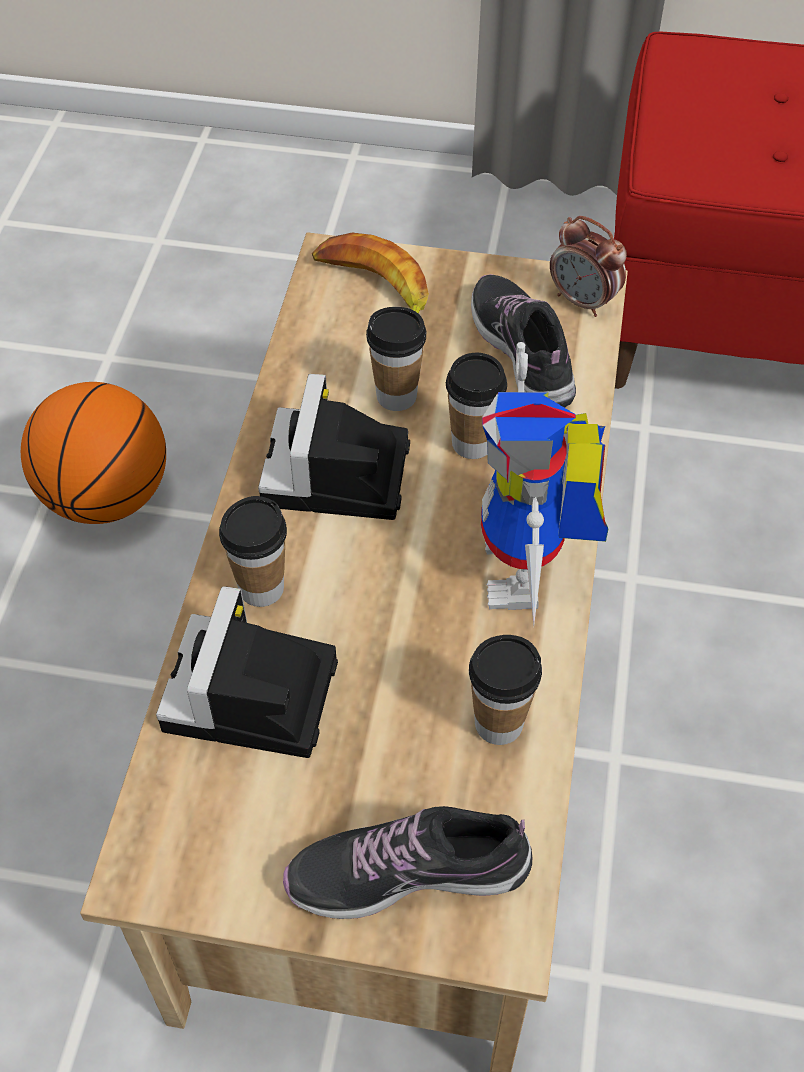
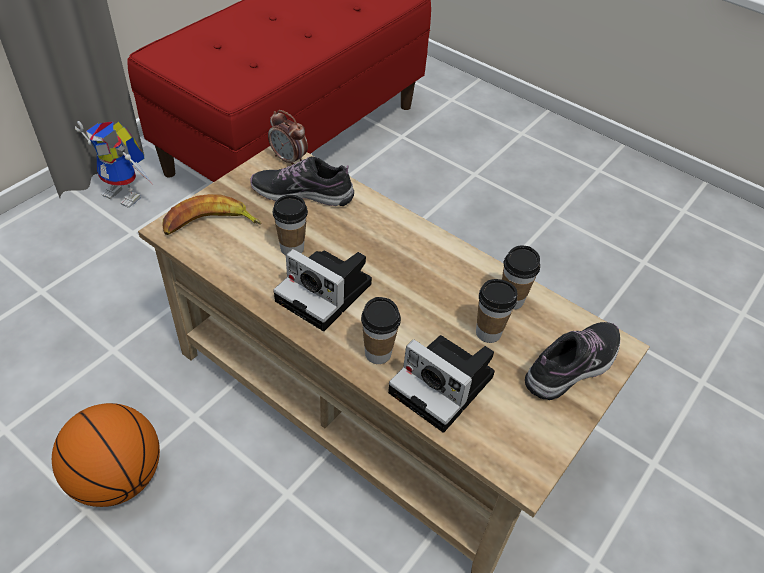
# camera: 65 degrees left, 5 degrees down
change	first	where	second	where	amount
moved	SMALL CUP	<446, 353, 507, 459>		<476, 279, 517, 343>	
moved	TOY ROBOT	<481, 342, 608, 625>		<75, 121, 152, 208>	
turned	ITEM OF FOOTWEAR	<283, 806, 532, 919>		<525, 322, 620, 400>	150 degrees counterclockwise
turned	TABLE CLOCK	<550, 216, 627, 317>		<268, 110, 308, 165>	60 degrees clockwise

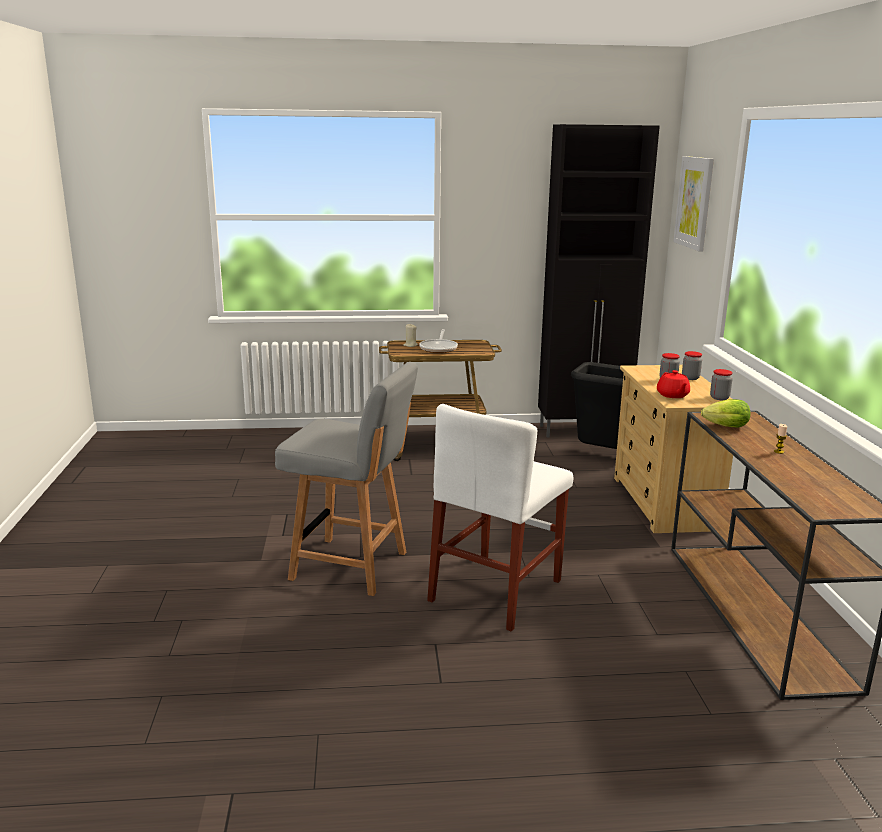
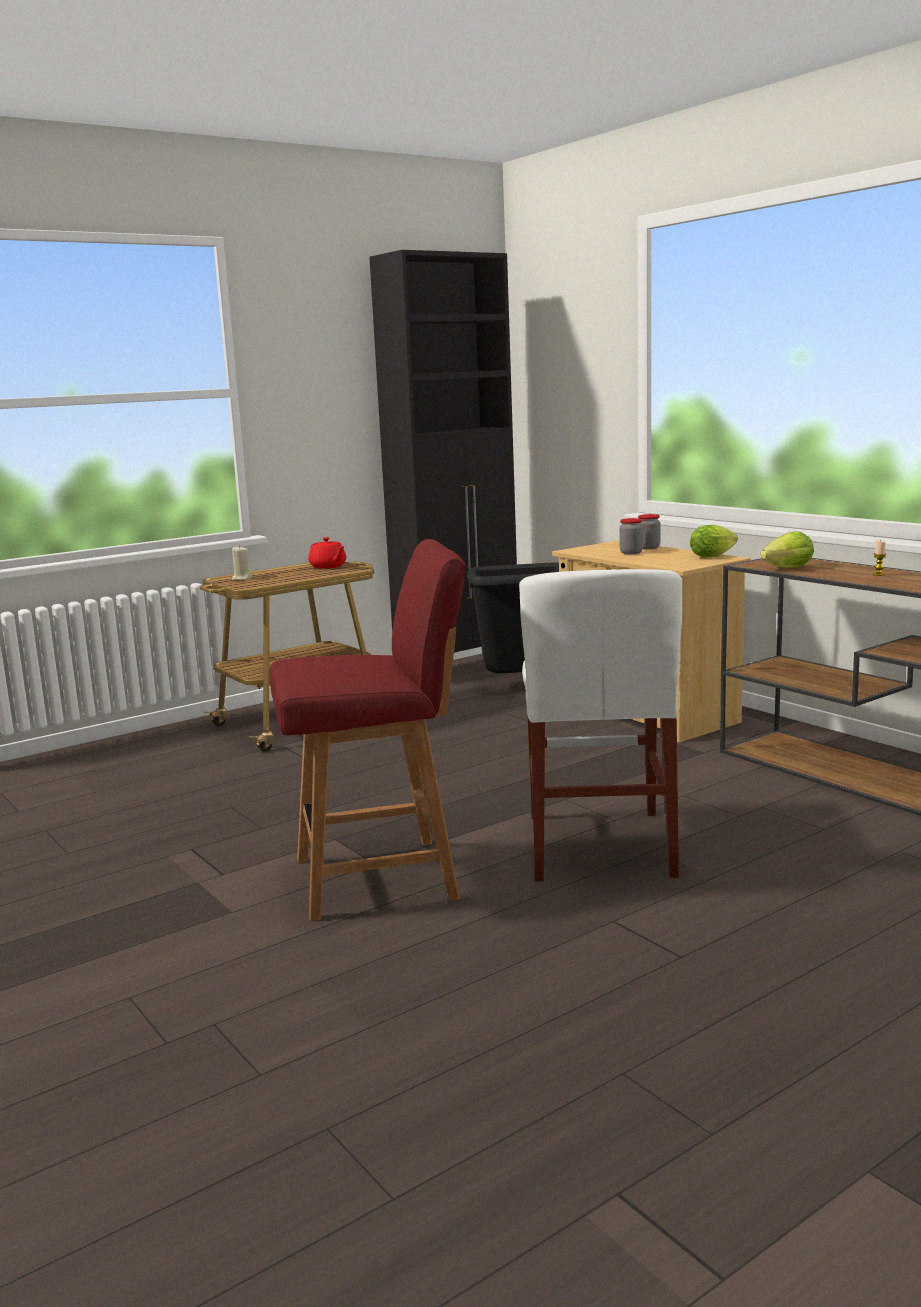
# camera: 30 degrees left, 5 degrees down
change	first	where	second	where	amount
removed	SKILLET	<419, 329, 458, 353>			
removed	PICTURE	<673, 156, 714, 251>			
moved	RED POT FOR TEA	<657, 370, 690, 398>		<308, 537, 346, 569>	
replaced	PRESERVE JAR	<710, 369, 733, 400>	HEAD OF LETTUCE	<690, 525, 738, 557>	
recoloured	GREYISH CHAIR	<275, 362, 418, 596>	RED CHAIR	<269, 539, 466, 921>	

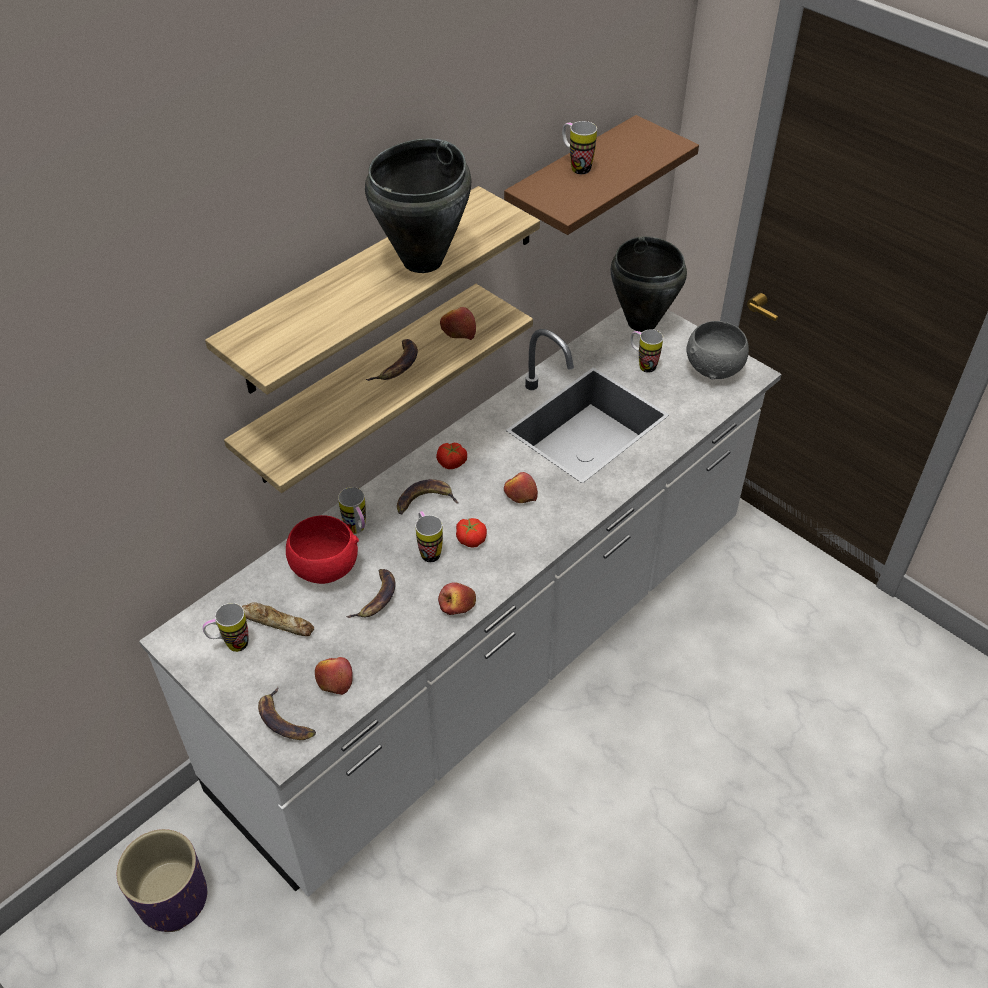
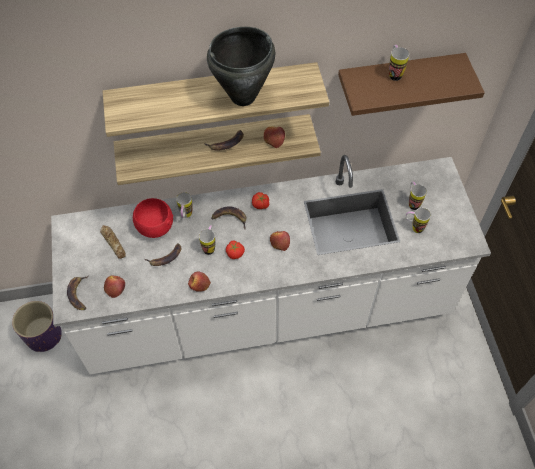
# camera: 35 degrees right, 10 degrees up
change	first	where	second	where	amount
removed	BLACKISH SAUCEPOT	<611, 236, 687, 332>			
removed	GREYISH SERVING BOWL	<687, 321, 749, 380>			
moved	MUG	<203, 603, 248, 652>		<406, 208, 431, 233>	

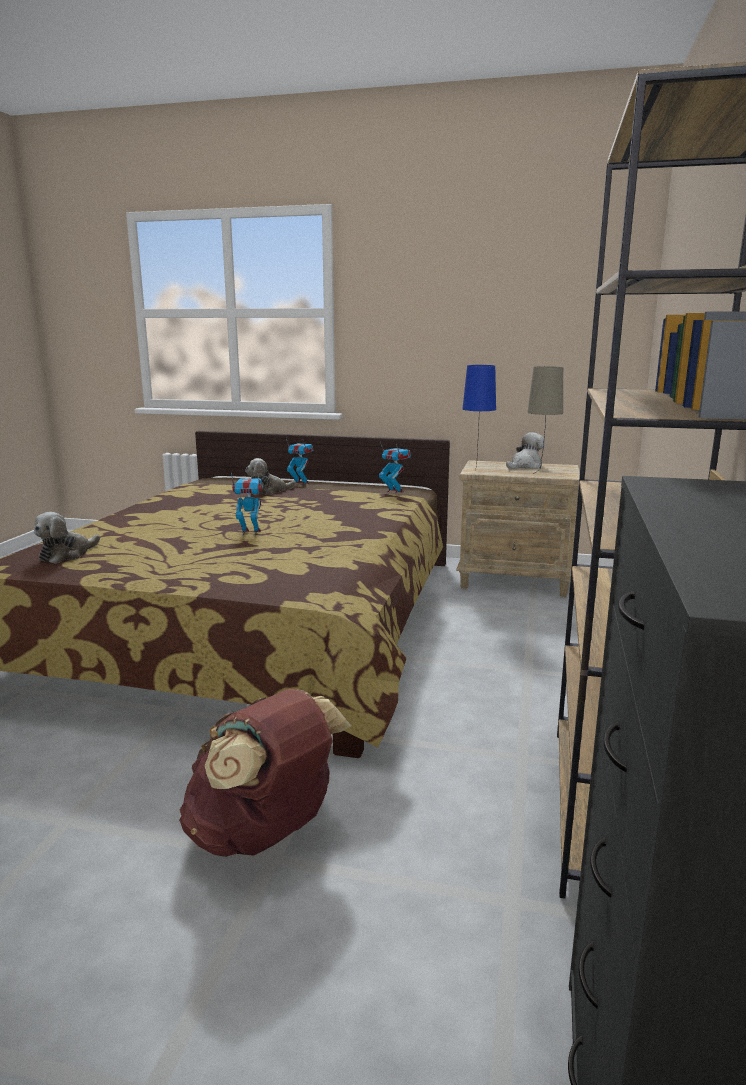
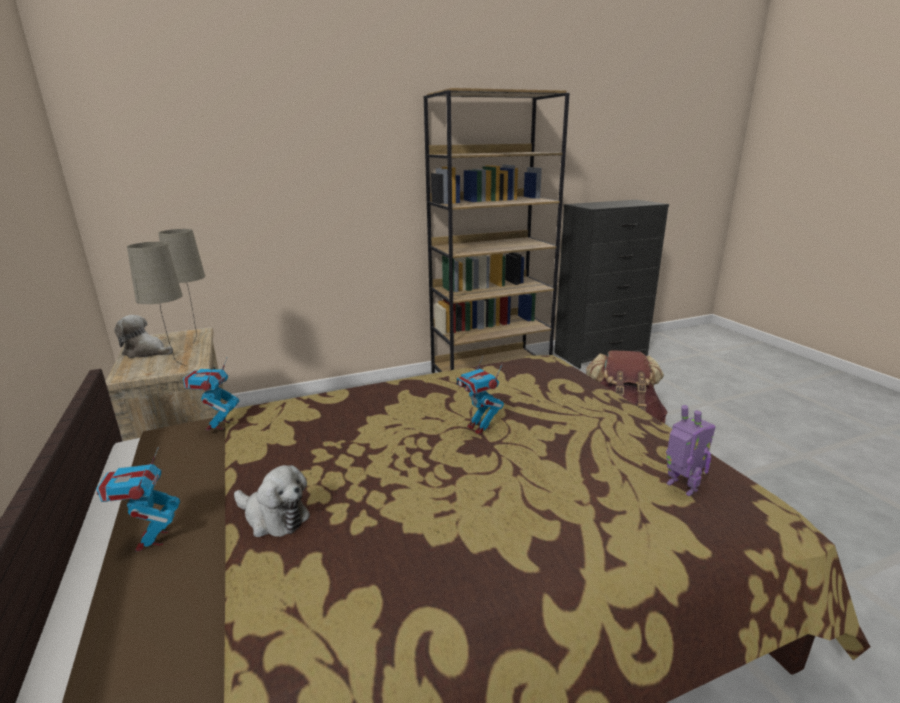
# camera: 125 degrees left, 5 degrees up
change	first	where	second	where	amount
replaced	CUDDLY TOY	<34, 512, 100, 564>	TOY ROBOT	<666, 405, 715, 496>	
recoloured	BLUE-COLOURED LAMP FOR A TABLE	<463, 365, 496, 471>	BEIGE LAMP FOR A TABLE	<127, 242, 187, 366>	

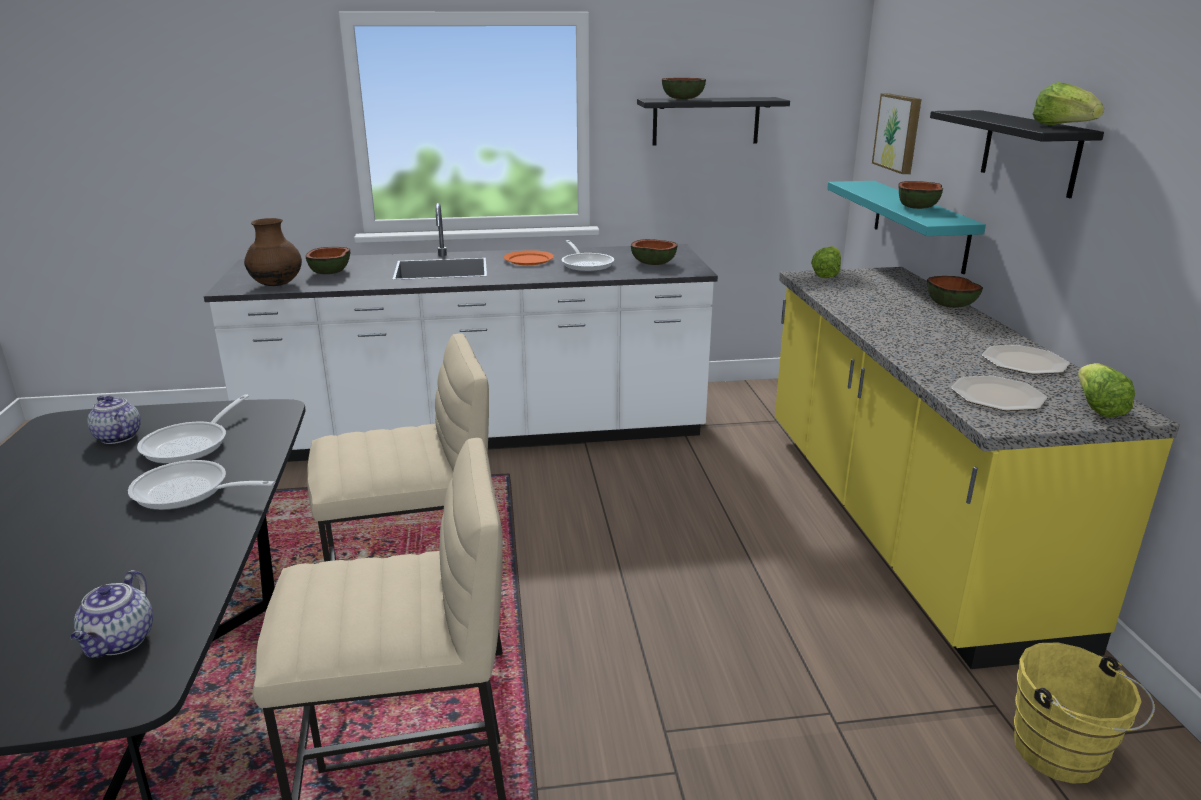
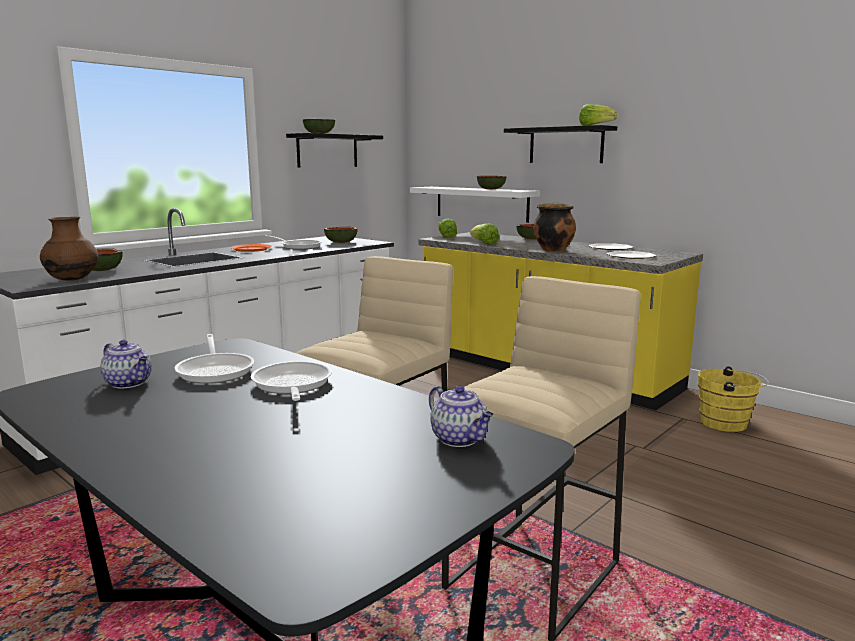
# camera: 40 degrees left, 10 degrees down
change	first	where	second	where	amount
removed	PICTURE	<872, 93, 921, 174>			
added			SAUCEPOT	<533, 203, 576, 252>	
moved	HEAD OF LETTUCE	<1078, 363, 1135, 418>		<470, 224, 499, 245>	
recoloured	BLUE-GREEN SHELF	<827, 181, 986, 274>	WHITE SHELF	<410, 187, 540, 223>	
turned	POT FOR TEA	<87, 396, 141, 444>		<100, 340, 152, 389>	150 degrees counterclockwise
turned	SKILLET	<128, 460, 275, 510>		<251, 361, 332, 401>	105 degrees clockwise

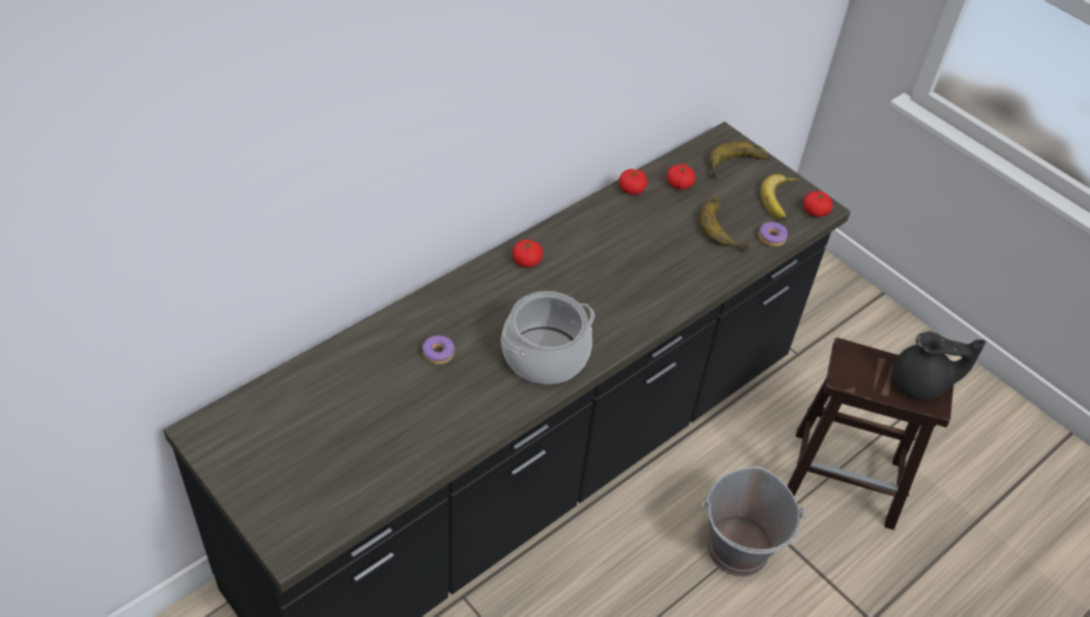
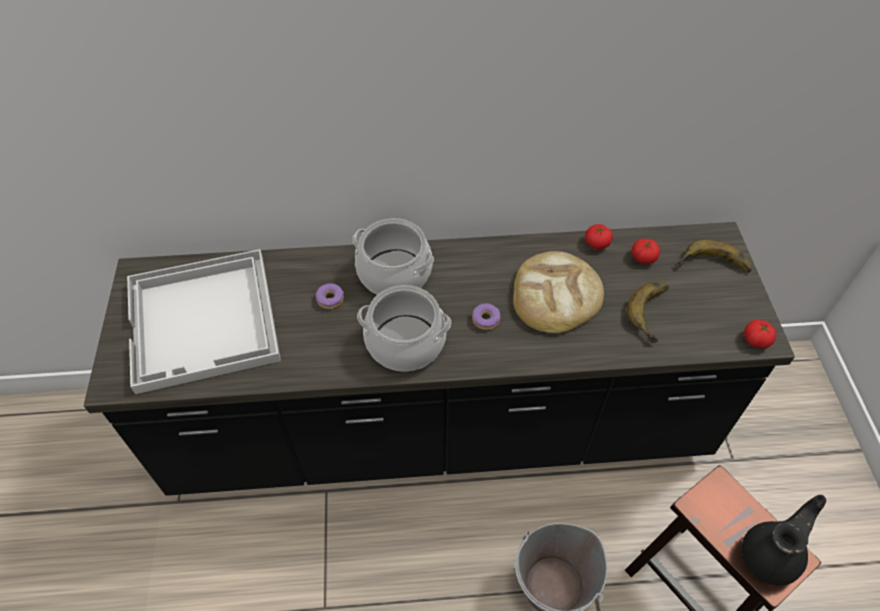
# camera: 40 degrees right, 5 degrees up
change	first	where	second	where	amount
removed	FRESH TOMATO	<512, 239, 543, 268>			
removed	WHOLE BANANA	<760, 174, 800, 220>			
added			WHITE TRAY	<127, 249, 281, 394>	
added			SAUCEPOT	<353, 218, 434, 295>	
added			BREAD	<513, 251, 604, 333>	
moved	RING DOUGHNUT	<759, 222, 788, 246>		<472, 303, 501, 330>	
turned	BLACKISH POT FOR TEA	<892, 332, 985, 400>		<742, 495, 826, 585>	90 degrees counterclockwise

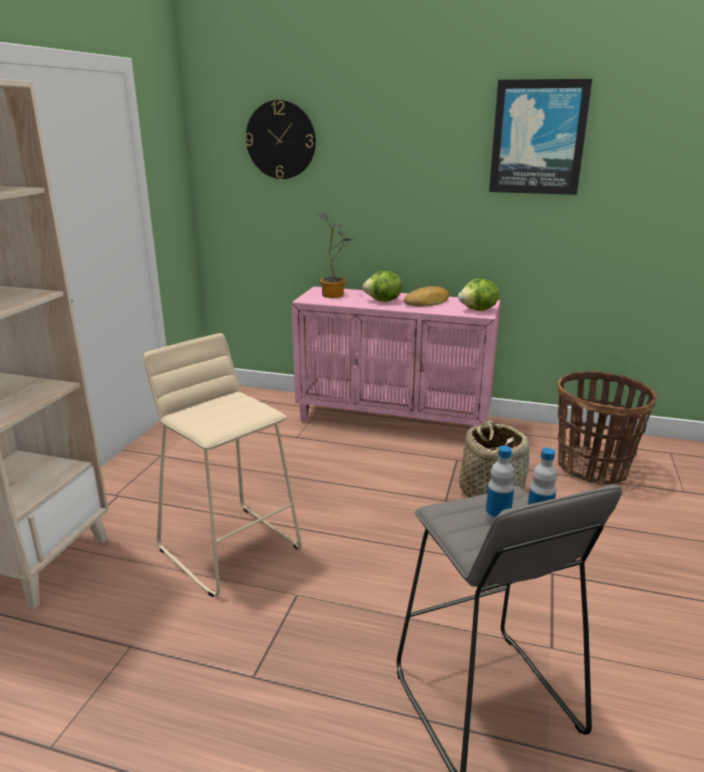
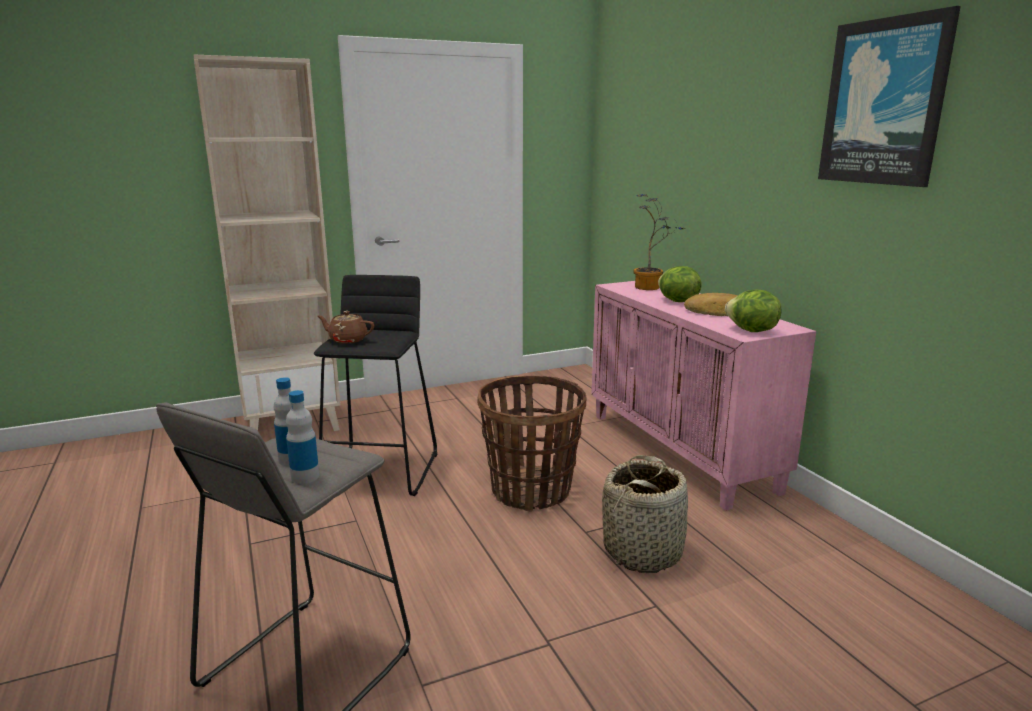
# camera: 50 degrees right, 5 degrees down
change	first	where	second	where	amount
removed	WALL CLOCK	<245, 100, 316, 179>			
added			BROWN POT FOR TEA	<317, 311, 374, 343>	
moved	BASKET	<557, 371, 657, 485>		<477, 376, 586, 512>	
recoloured	BEIGE STOOL	<144, 333, 302, 597>	BLACKISH STOOL	<314, 275, 438, 496>	

